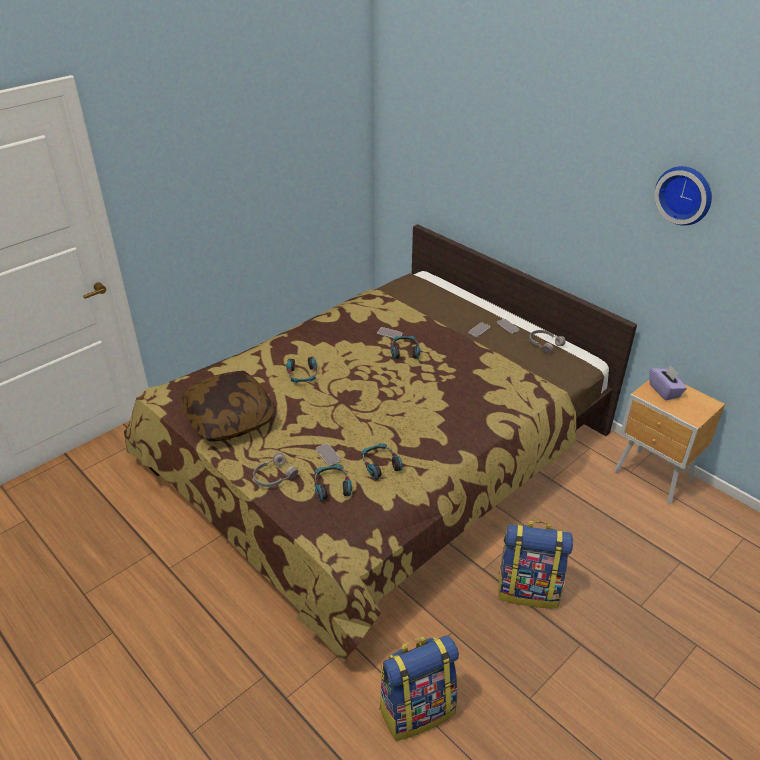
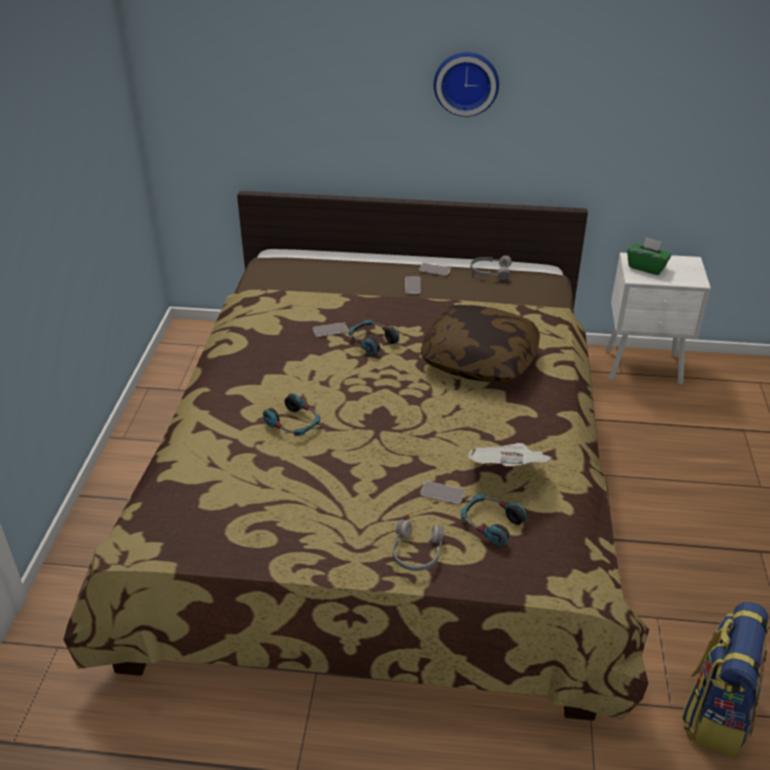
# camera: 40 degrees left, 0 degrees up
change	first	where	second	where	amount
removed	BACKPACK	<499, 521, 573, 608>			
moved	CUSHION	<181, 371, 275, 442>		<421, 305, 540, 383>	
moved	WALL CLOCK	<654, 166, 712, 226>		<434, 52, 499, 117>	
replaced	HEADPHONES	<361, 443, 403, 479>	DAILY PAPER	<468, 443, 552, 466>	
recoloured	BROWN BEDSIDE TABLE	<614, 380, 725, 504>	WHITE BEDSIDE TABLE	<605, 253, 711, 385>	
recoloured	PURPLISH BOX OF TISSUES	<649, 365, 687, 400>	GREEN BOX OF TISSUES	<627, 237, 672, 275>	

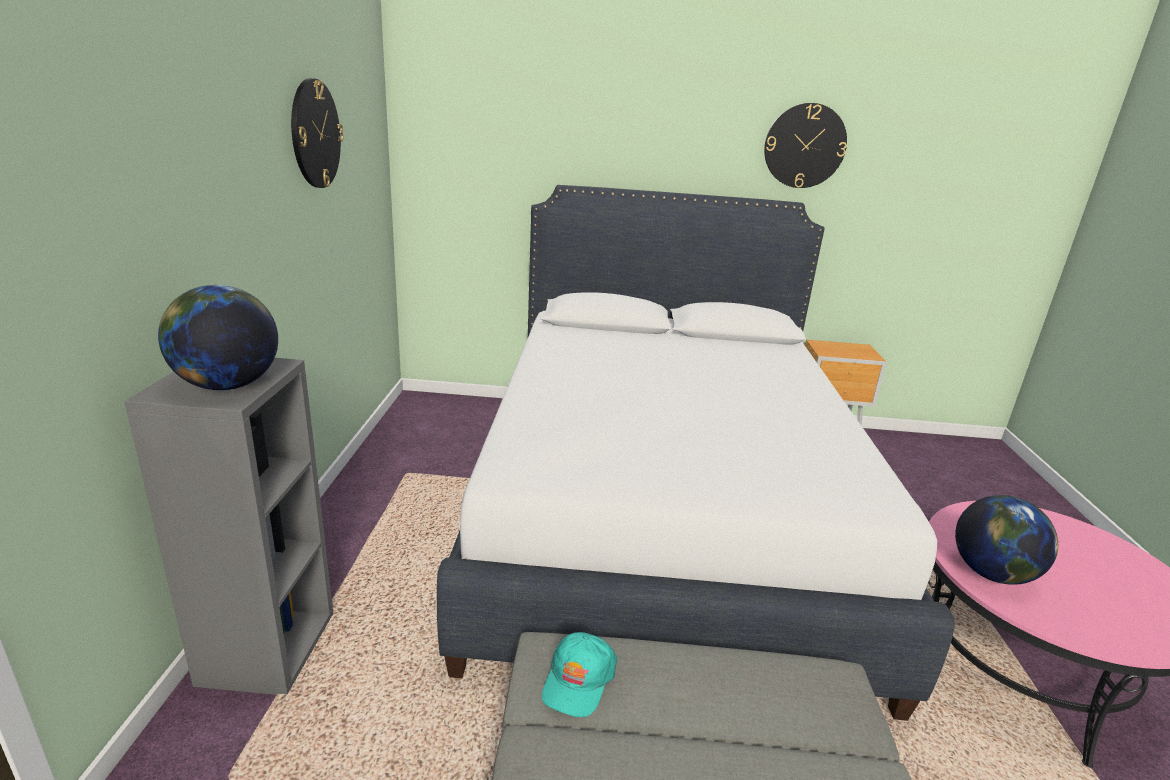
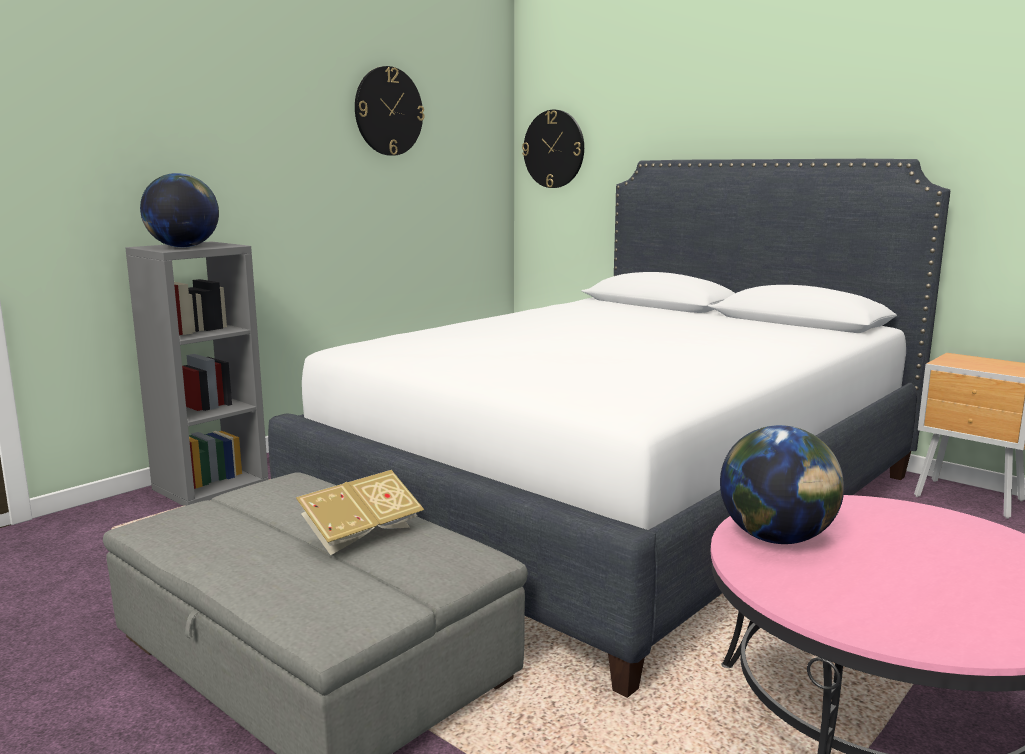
# camera: 40 degrees right, 10 degrees down
change	first	where	second	where	amount
removed	BLUE-GREEN BASEBALL CAP	<542, 632, 617, 717>			
added			VOLUME	<296, 470, 424, 555>	
moved	WALL CLOCK	<764, 103, 847, 188>		<522, 110, 584, 188>	

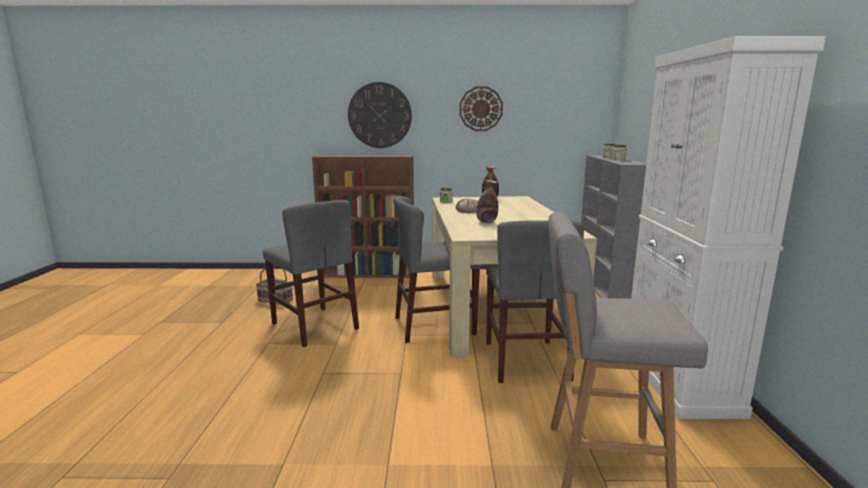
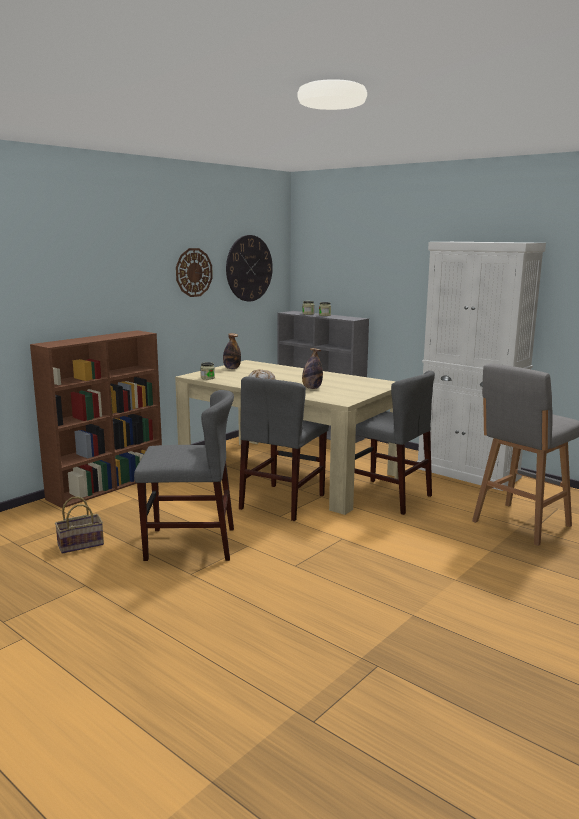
# camera: 50 degrees left, 0 degrees up
change	first	where	second	where	amount
moved	WALL CLOCK	<348, 82, 412, 148>		<226, 235, 273, 302>	

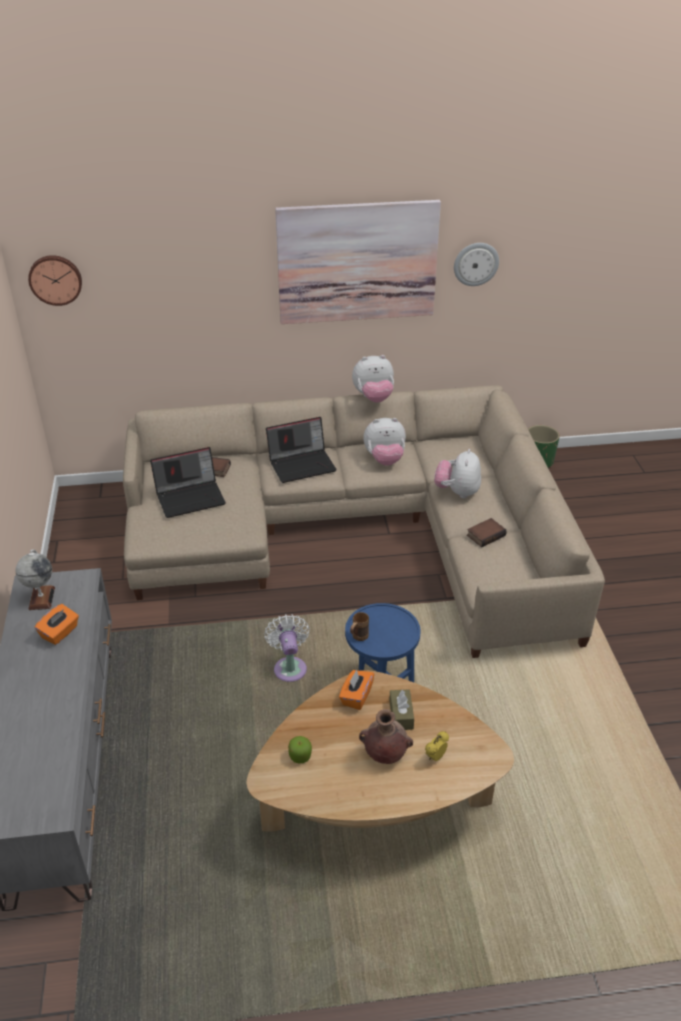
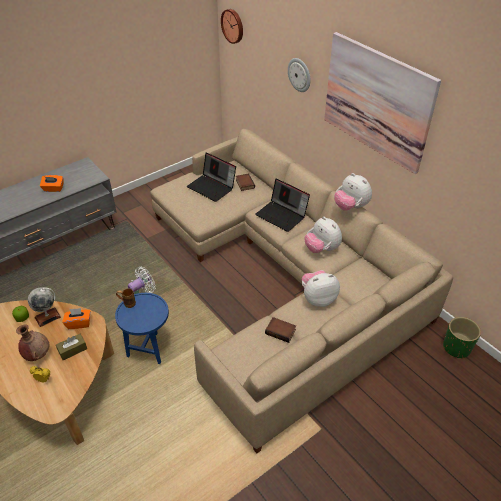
# camera: 60 degrees right, 5 degrees up
change	first	where	second	where	amount
moved	WORLD GLOBE	<16, 550, 55, 610>		<28, 288, 61, 327>	
moved	WALL CLOCK	<454, 243, 499, 286>		<288, 58, 311, 92>	

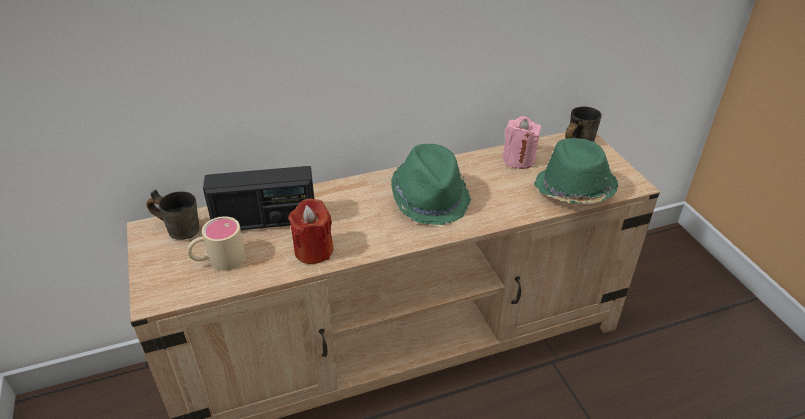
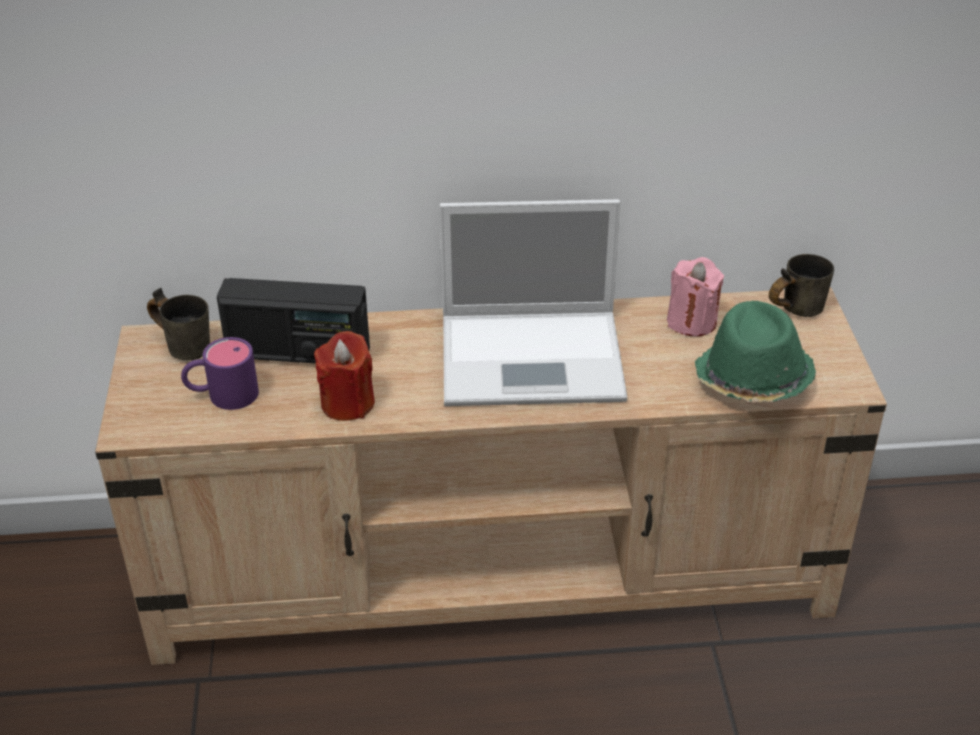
# camera: 15 degrees right, 0 degrees up
change	first	where	second	where	amount
replaced	GREEN HAT	<391, 144, 471, 225>	LAPTOP	<440, 199, 627, 406>	
recoloured	BEIGE MUG	<187, 216, 246, 271>	PURPLISH MUG	<181, 337, 259, 410>	

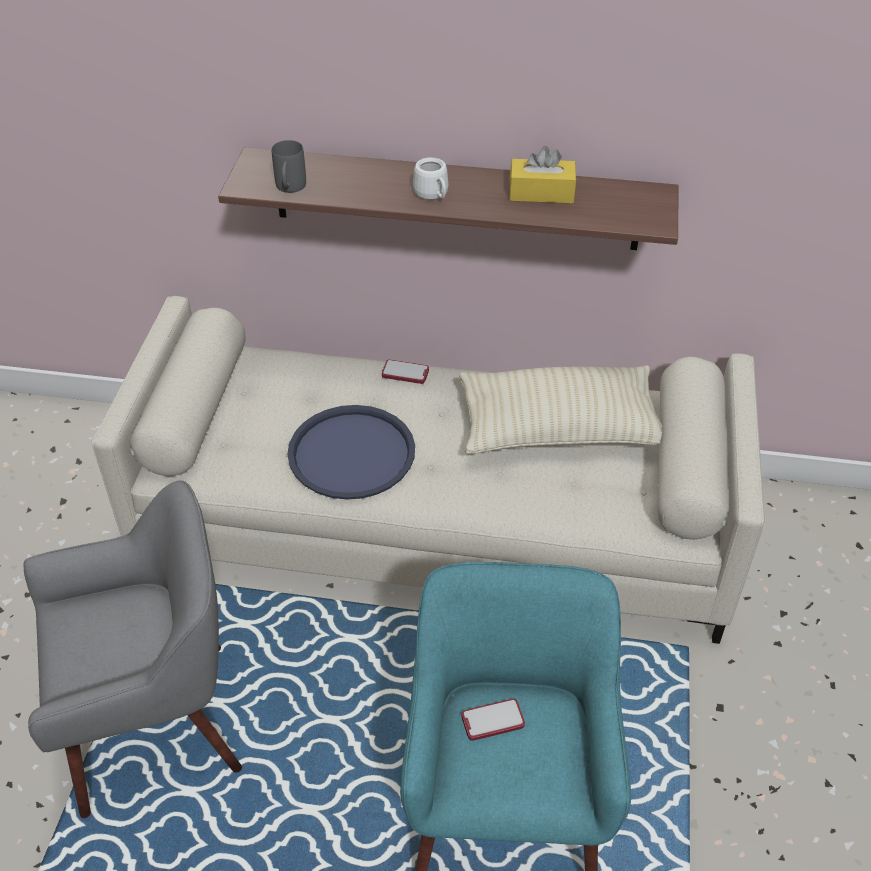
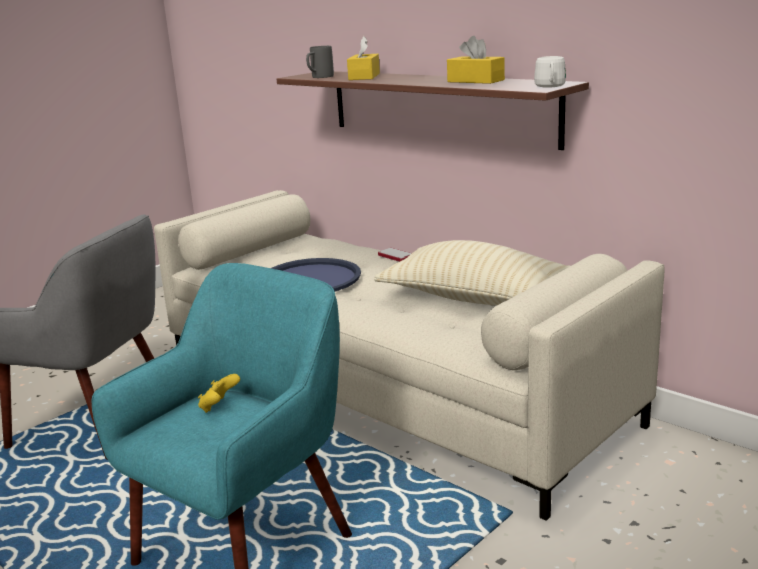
# camera: 35 degrees right, 25 degrees down
change	first	where	second	where	amount
added			YELLOW BOX OF TISSUES	<347, 36, 380, 80>	
moved	WHITE MUG	<413, 157, 449, 200>		<534, 56, 566, 88>	
replaced	HANDSET	<461, 699, 525, 741>	YELLOW GAME CONTROLLER	<198, 374, 240, 413>	

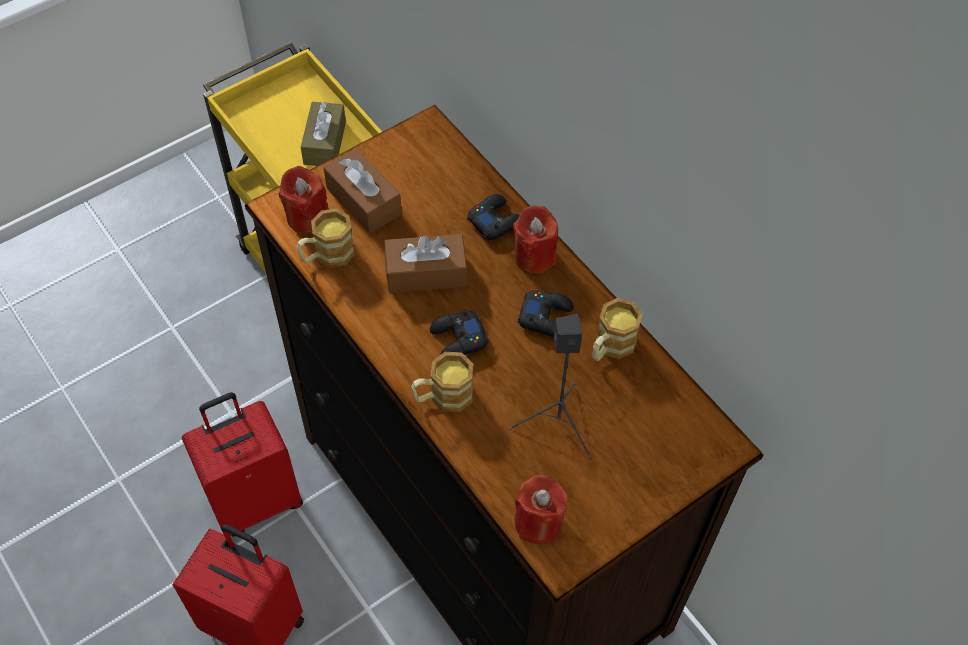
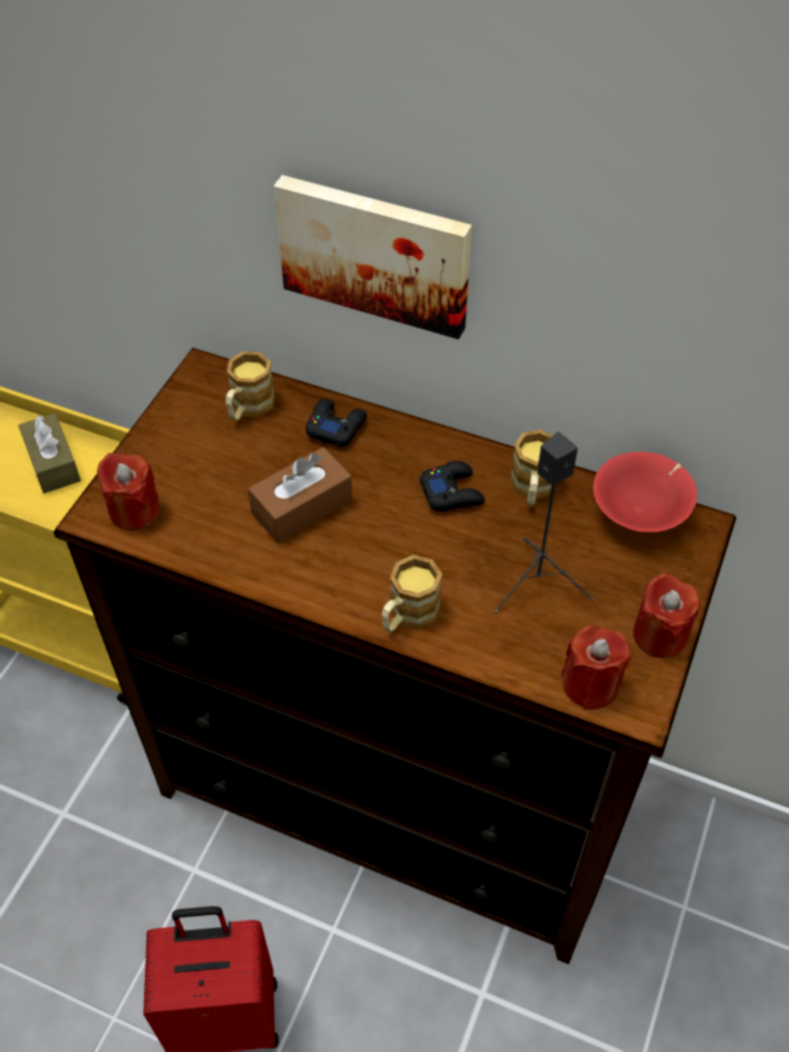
# camera: 30 degrees left, 5 degrees down
change	first	where	second	where	amount
removed	RED SUITCASE	<182, 392, 303, 536>			
removed	BROWN BOX OF TISSUES	<324, 149, 402, 233>			
removed	BLACKISH GAME CONTROLLER	<430, 310, 489, 355>			
added			PICTURE	<274, 175, 472, 339>	
added			RED SERVING BOWL	<593, 452, 697, 532>	
moved	MUG	<297, 208, 355, 268>		<226, 351, 275, 421>	
moved	RED WAX LIGHT	<513, 206, 558, 273>		<633, 573, 701, 658>	

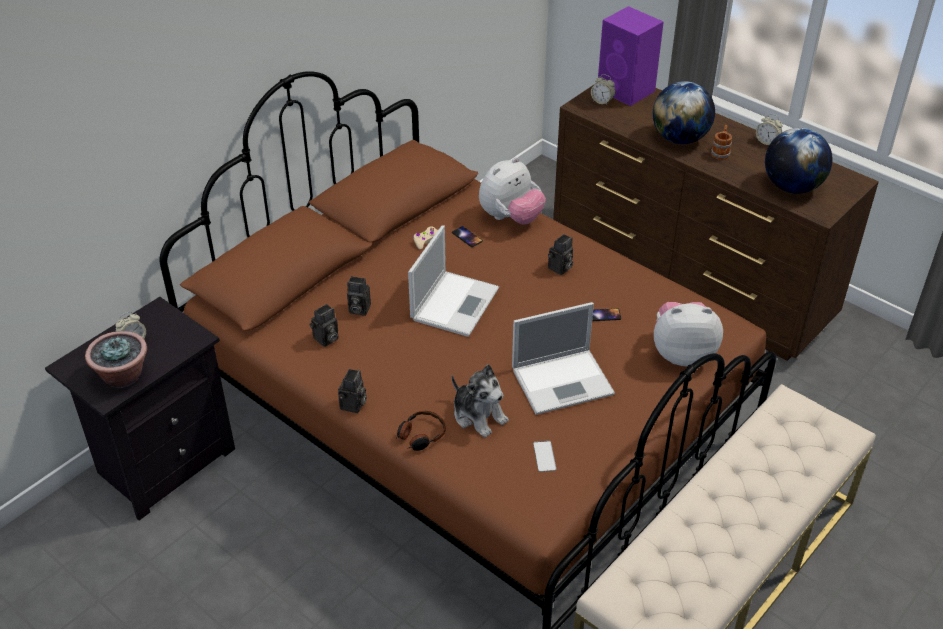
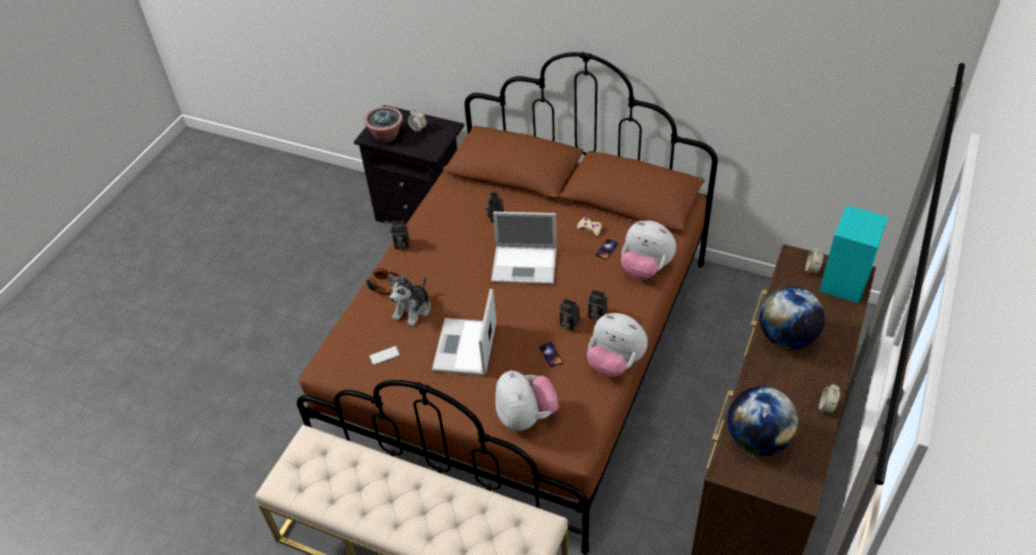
# camera: 75 degrees right, 5 degrees up
change	first	where	second	where	amount
removed	MUG	<711, 125, 732, 160>			
added			CUDDLY TOY	<587, 313, 648, 377>	
moved	STILL CAMERA	<309, 304, 339, 347>		<560, 298, 580, 331>	
recoloured	PURPLISH SPEAKER	<598, 6, 664, 106>	BLUE-GREEN SPEAKER	<819, 205, 888, 303>	
turned	LAPTOP	<512, 302, 615, 415>		<432, 289, 496, 375>	45 degrees clockwise

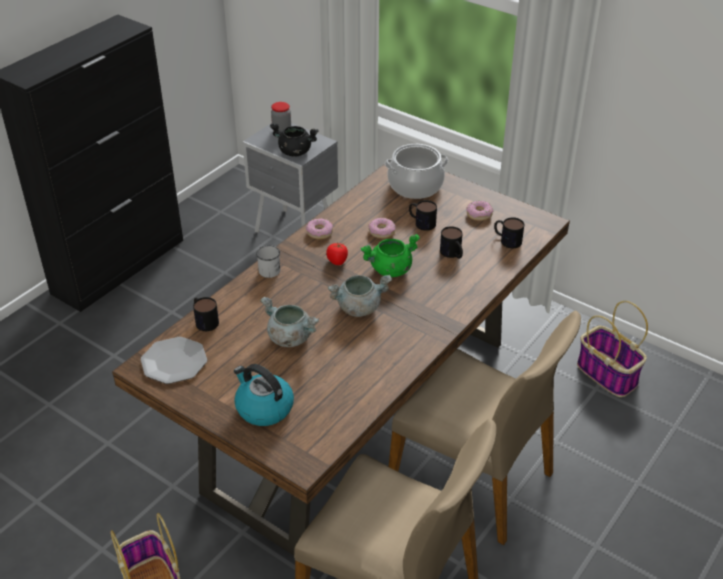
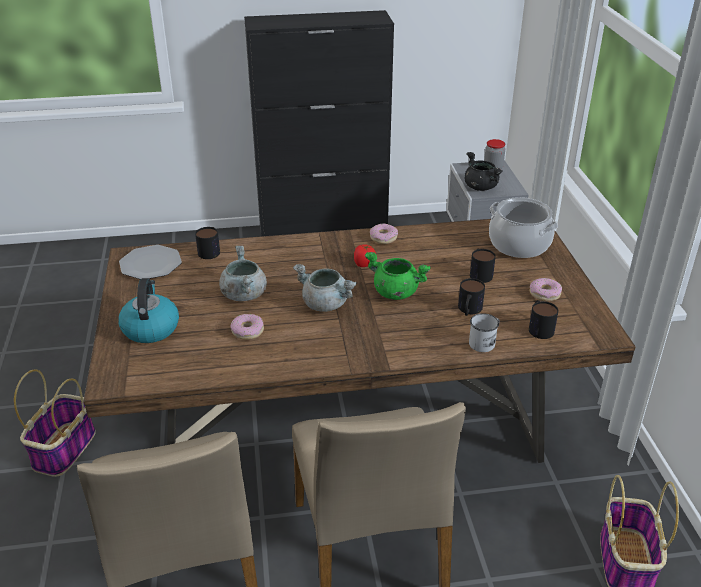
# camera: 45 degrees right, 5 degrees down
change	first	where	second	where	amount
moved	WHITE MUG	<256, 245, 280, 278>		<469, 313, 500, 352>	
moved	RING DOUGHNUT	<368, 218, 396, 239>		<231, 314, 264, 340>	

